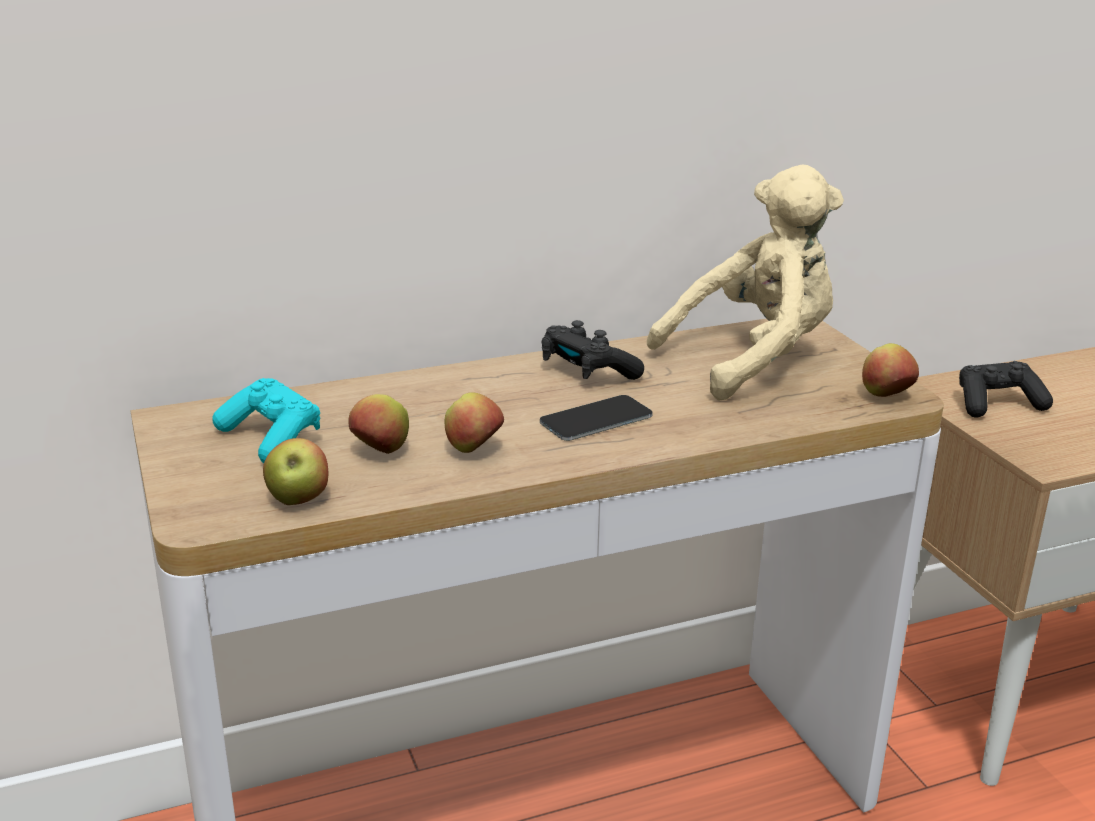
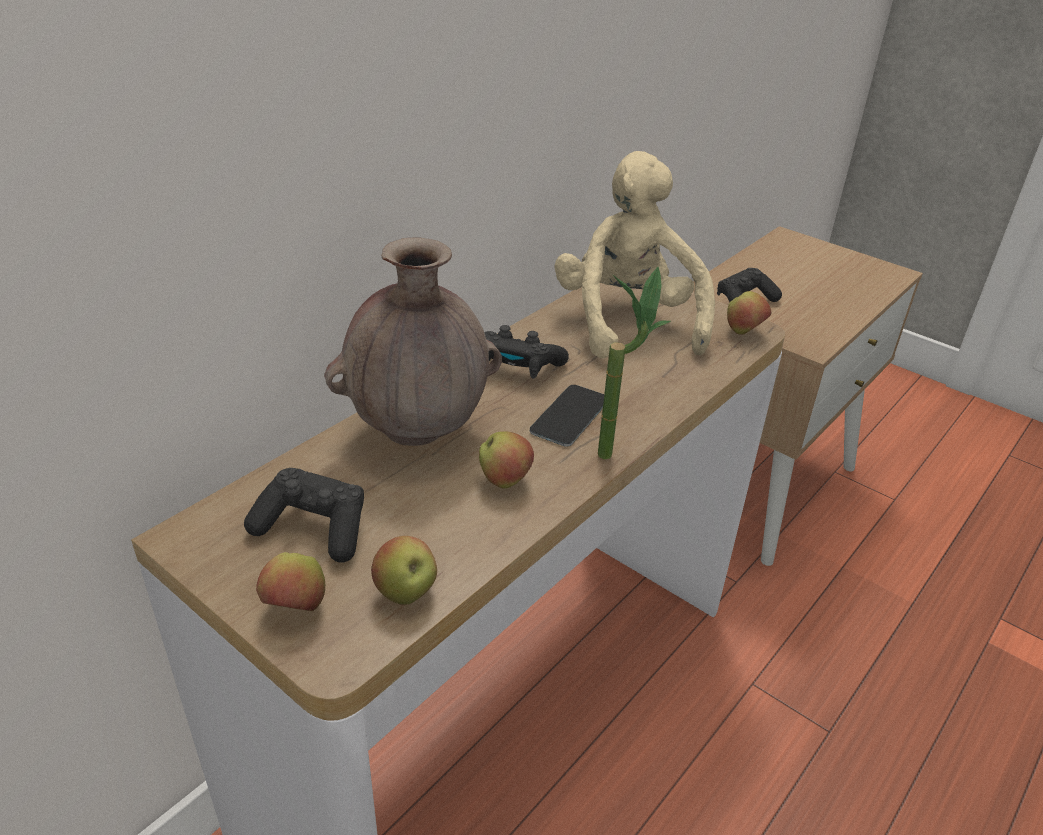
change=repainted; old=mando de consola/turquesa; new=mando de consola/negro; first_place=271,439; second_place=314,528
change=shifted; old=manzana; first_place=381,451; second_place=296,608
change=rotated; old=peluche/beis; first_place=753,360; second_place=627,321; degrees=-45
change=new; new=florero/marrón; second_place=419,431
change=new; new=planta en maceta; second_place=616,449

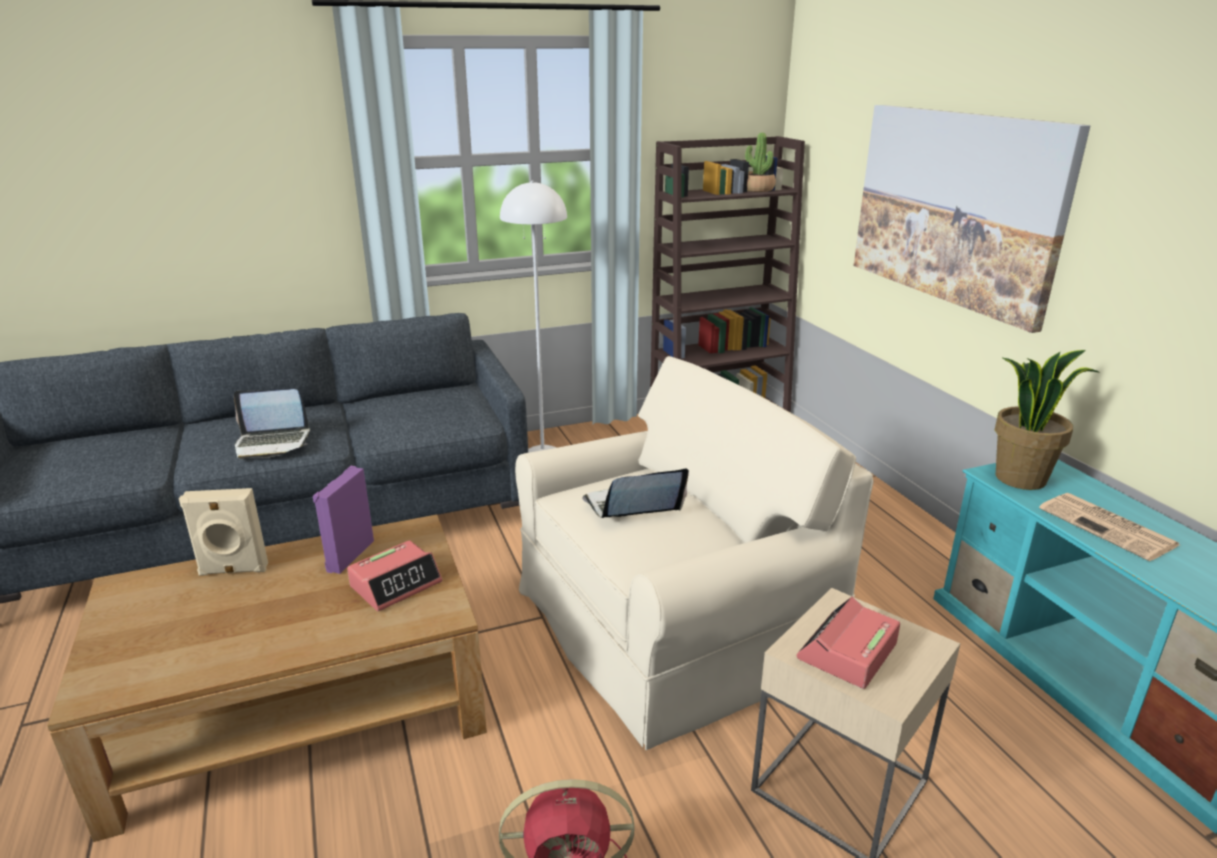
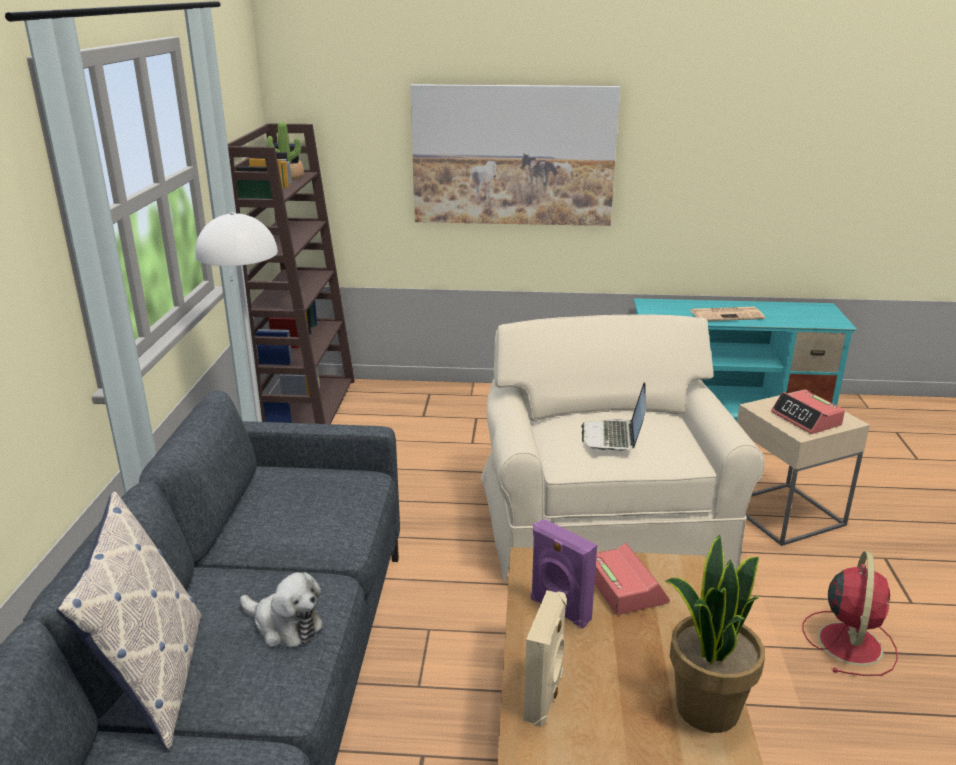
change=swapped; old=portátil; new=peluche; first_place=272,443; second_place=284,625
change=shifted; old=planta en maceta; first_place=1020,478; second_place=706,708
change=new; new=cojín; second_place=155,680

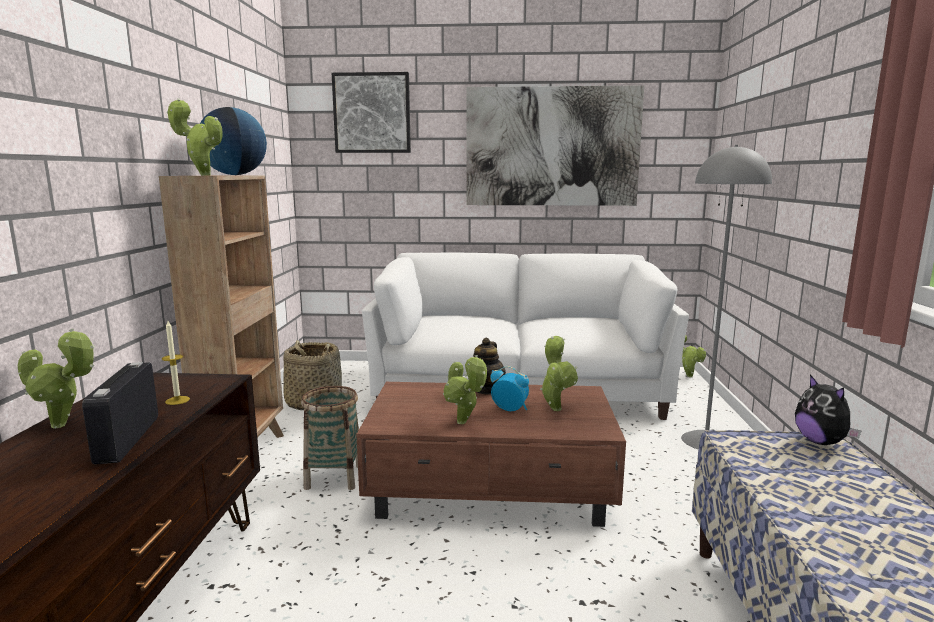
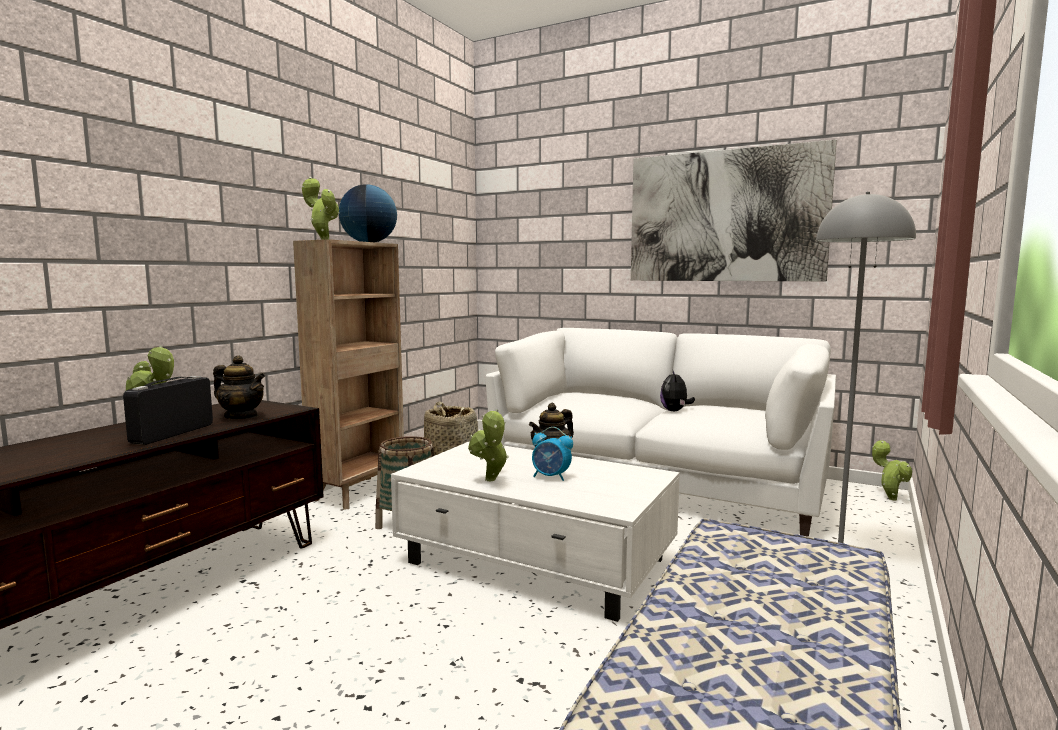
change=swapped; old=vela; new=tetera; first_place=177,400; second_place=241,417
change=gone; old=cuadro; first_place=372,113
change=repainted; old=mesa de centro/marrón; new=mesa de centro/blanco; first_place=492,488; second_place=537,562
change=rotated; old=despertador; first_place=510,409; second_place=551,477; degrees=150
change=gone; old=planta en maceta; first_place=555,408
change=shifted; old=peluche; first_place=821,442; second_place=675,411

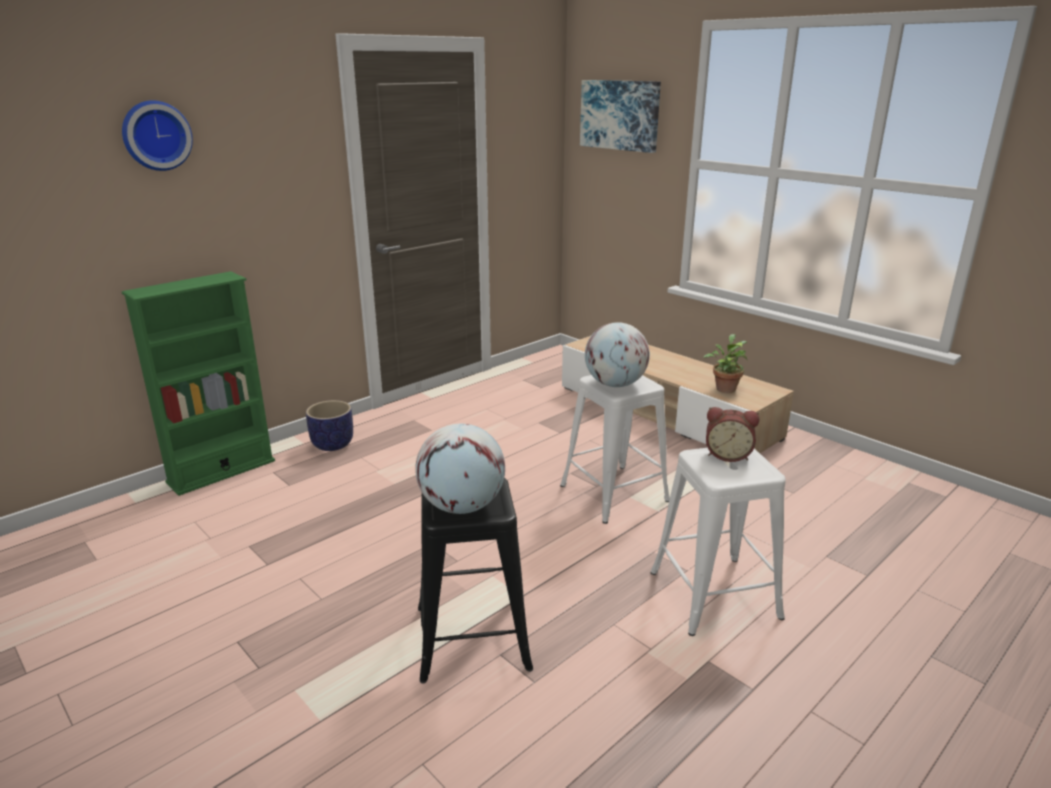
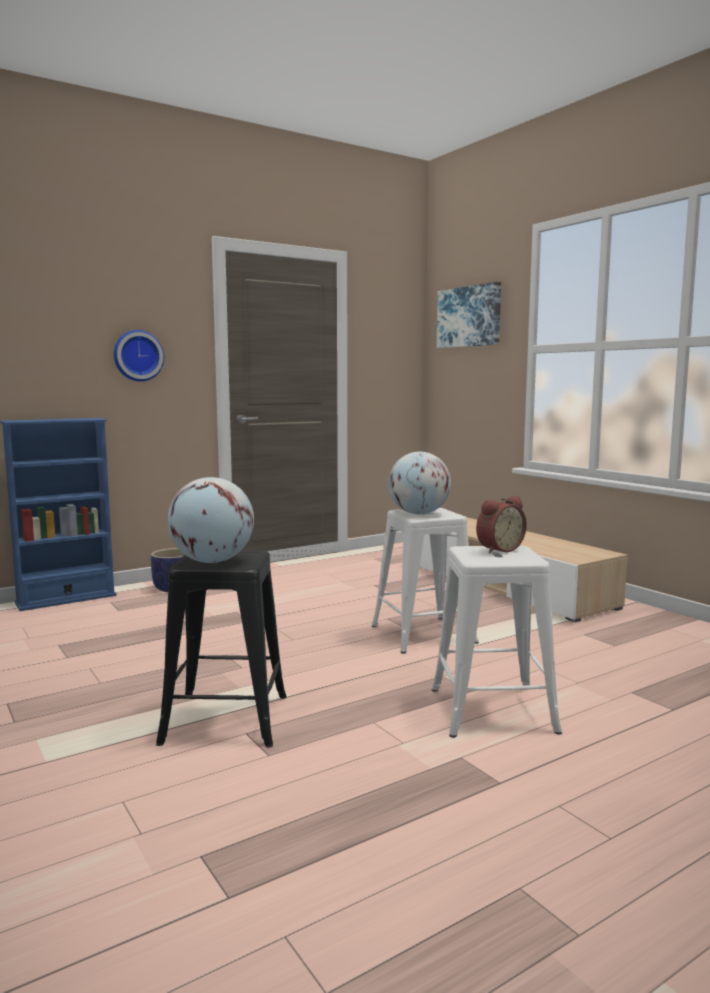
change=shifted; old=reloj de pared; first_place=156,135; second_place=137,356
change=repainted; old=estantería/verde; new=estantería/azul; first_place=221,471; second_place=66,599
change=gone; old=planta en maceta; first_place=725,388
change=rotated; old=despertador; first_place=728,455; second_place=498,549; degrees=-60

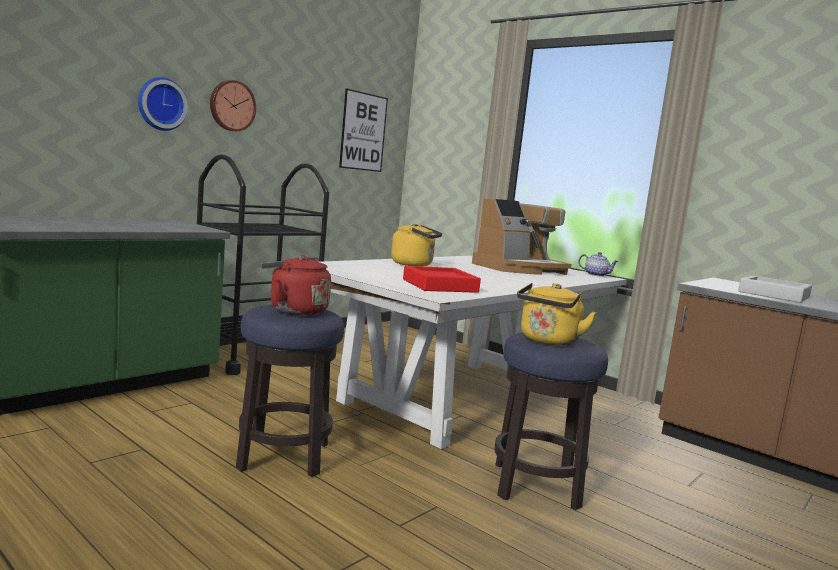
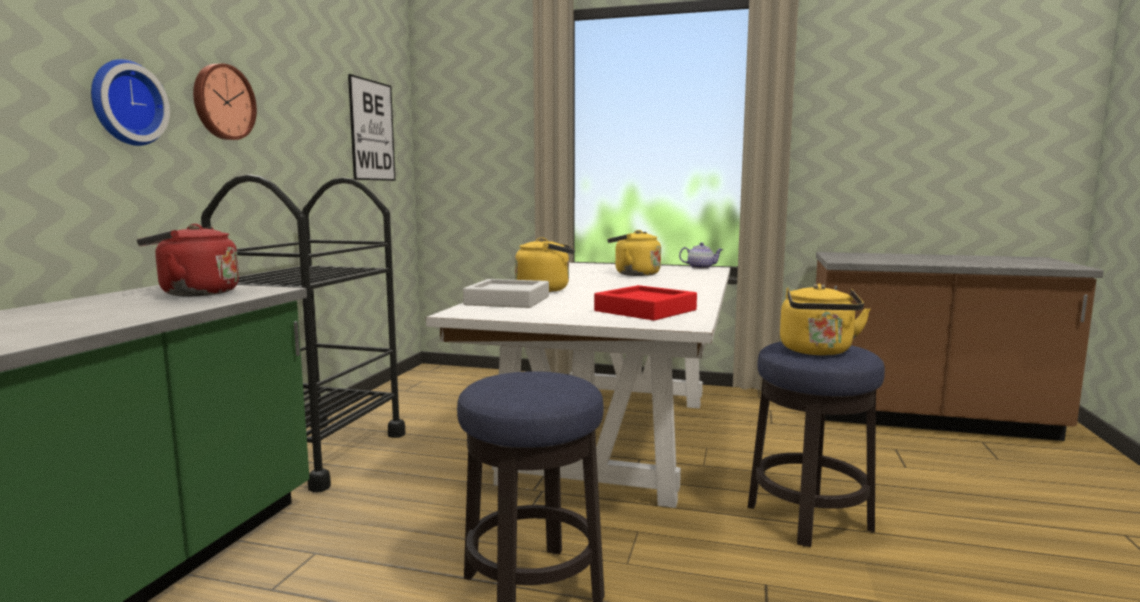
change=shifted; old=hervidor/rojo; first_place=295,310; second_place=194,293
change=swapped; old=cafetera; new=hervidor/amarillo; first_place=519,269; second_place=634,274
change=shifted; old=bandeja/gris; first_place=773,295; second_place=507,301

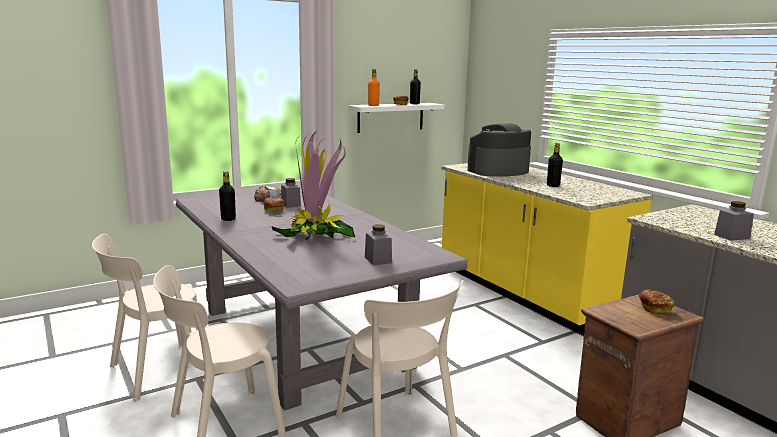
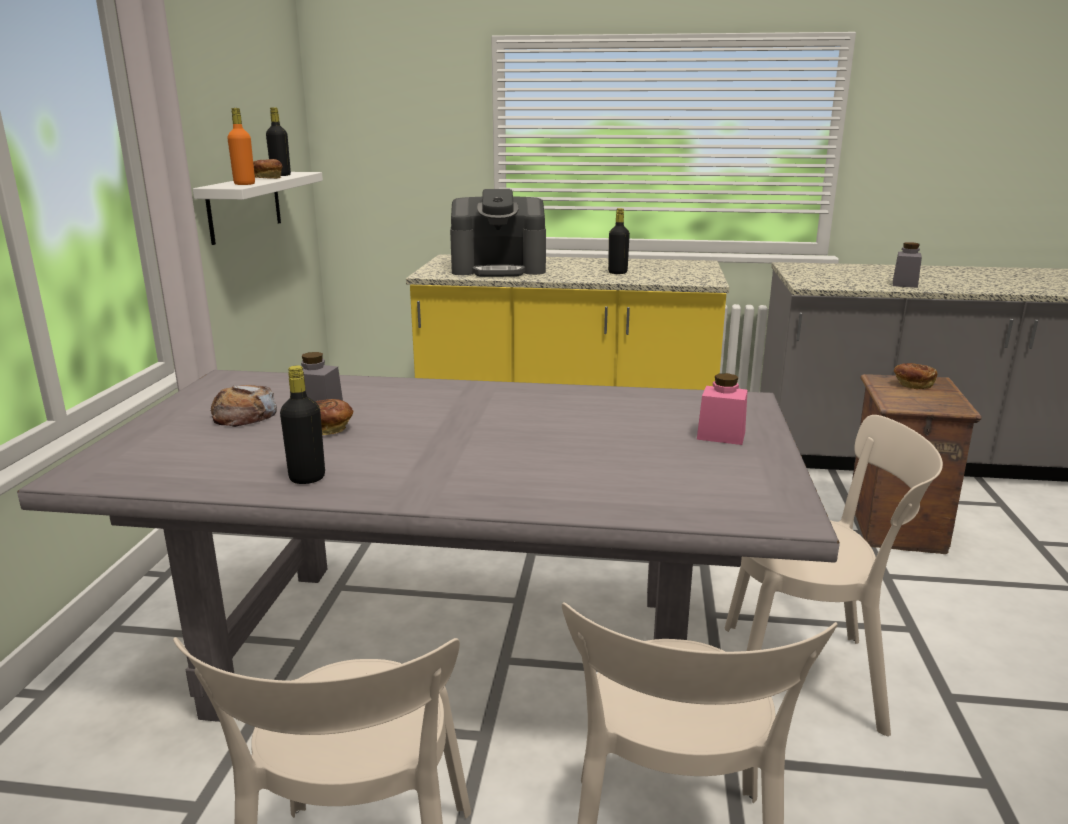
change=gone; old=planta en maceta; first_place=314,235
change=repainted; old=tarro/gris; new=tarro/rosa; first_place=378,260; second_place=721,435
change=rotated; old=cafetera; first_place=498,171; second_place=499,269; degrees=-105

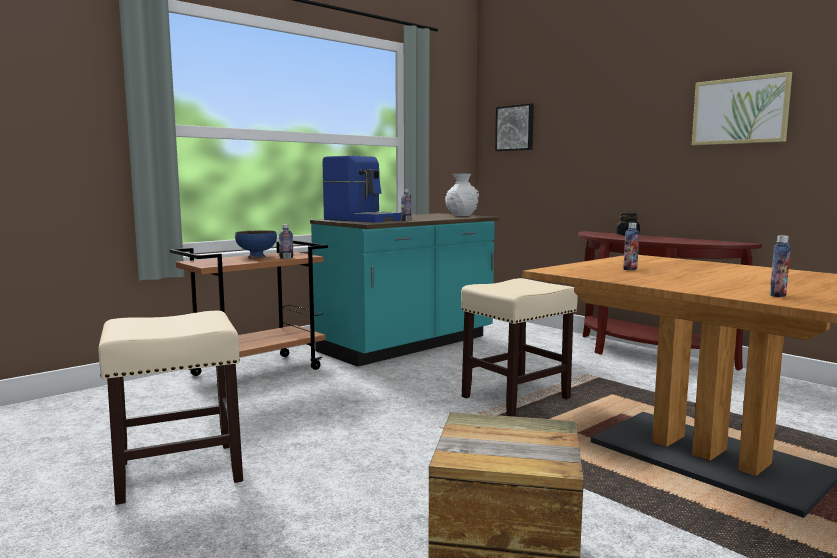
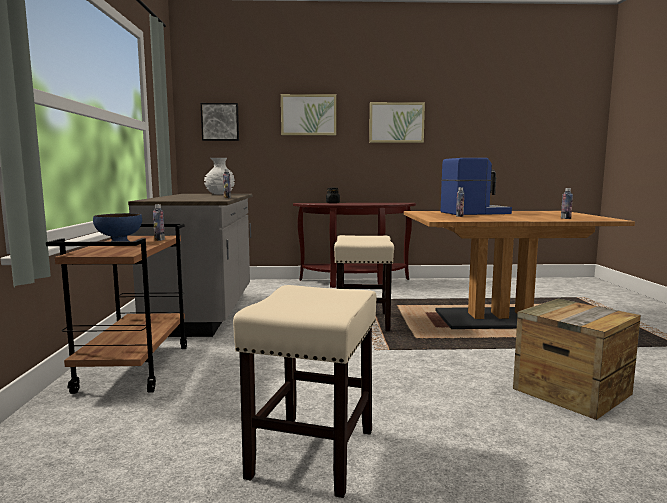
change=repainted; old=mueble bajo de cocina/turquesa; new=mueble bajo de cocina/gris; first_place=408,344; second_place=205,312
change=shifted; old=cafetera; first_place=362,220; second_place=473,213
change=new; new=cuadro; second_place=308,115

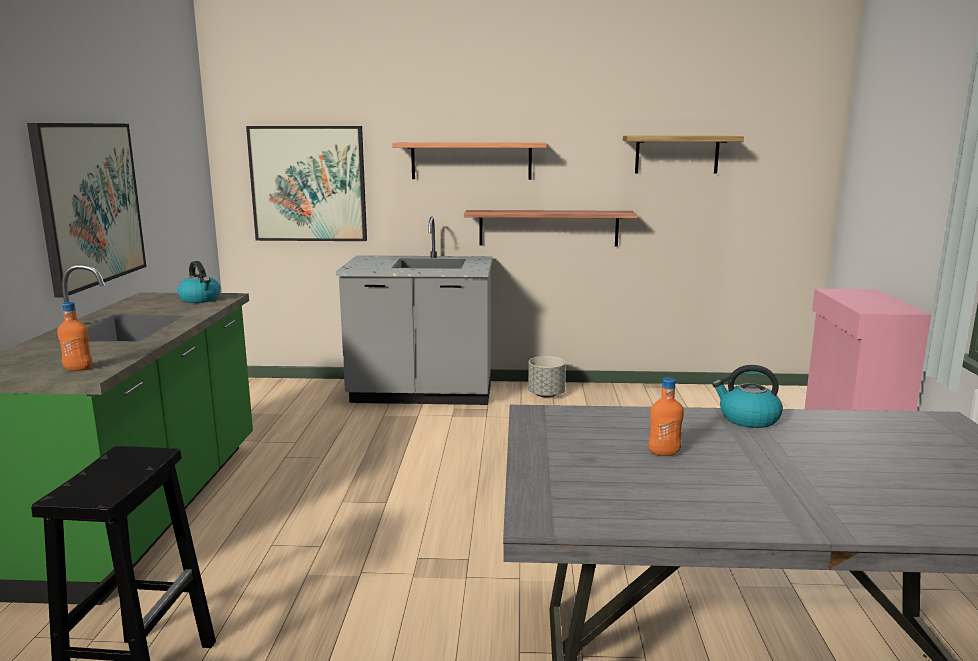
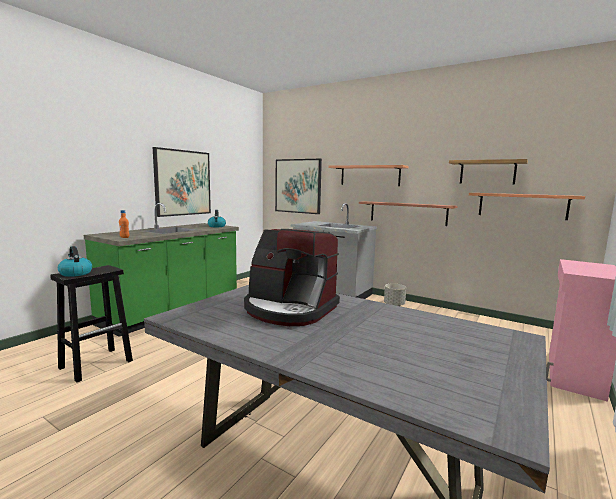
change=swapped; old=botella/naranja; new=cafetera; first_place=664,453; second_place=289,309
change=shifted; old=hervidor; first_place=748,419; second_place=75,273
change=new; new=estante; second_place=522,205

